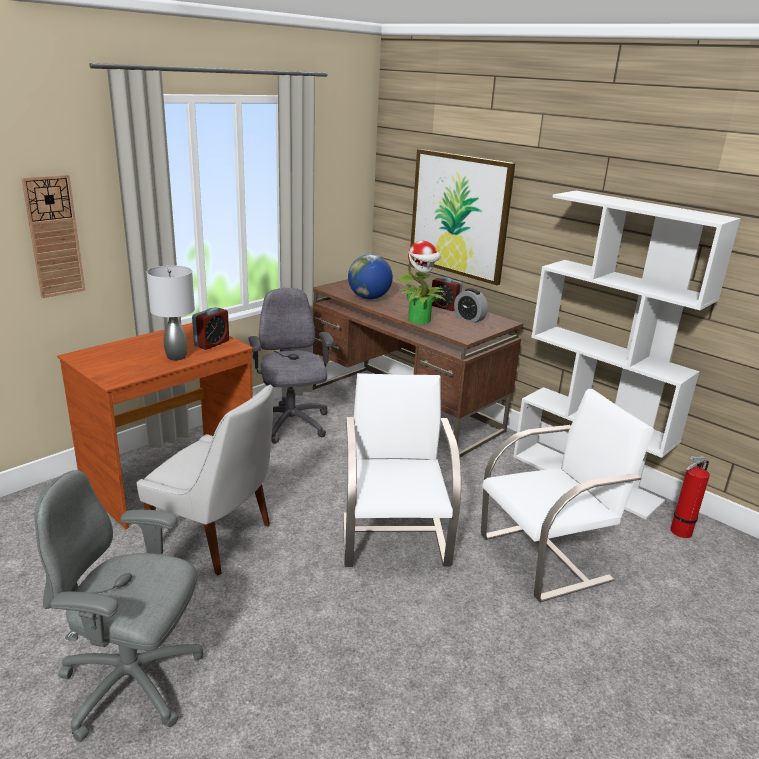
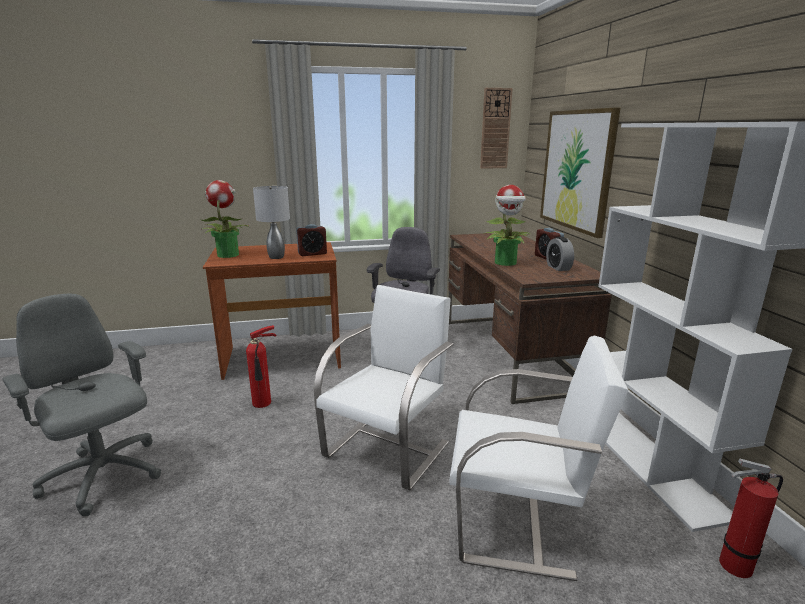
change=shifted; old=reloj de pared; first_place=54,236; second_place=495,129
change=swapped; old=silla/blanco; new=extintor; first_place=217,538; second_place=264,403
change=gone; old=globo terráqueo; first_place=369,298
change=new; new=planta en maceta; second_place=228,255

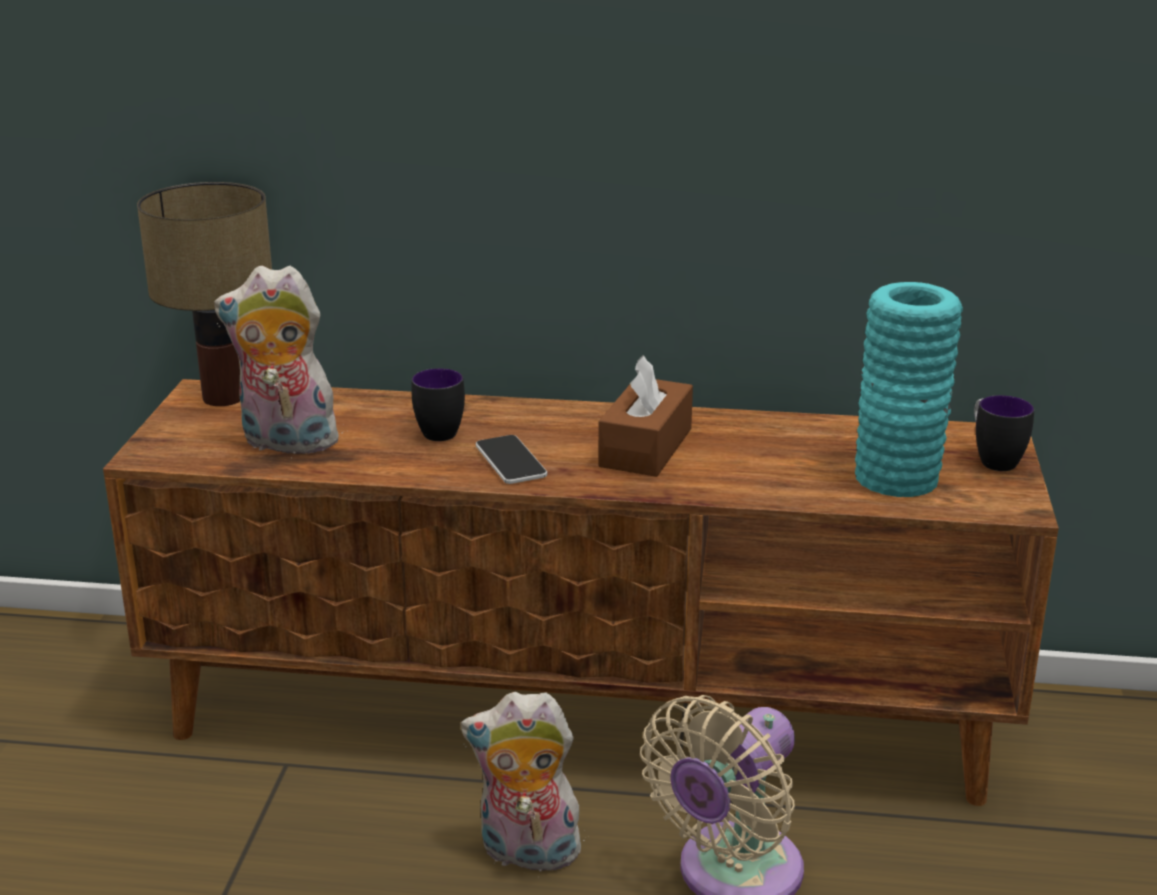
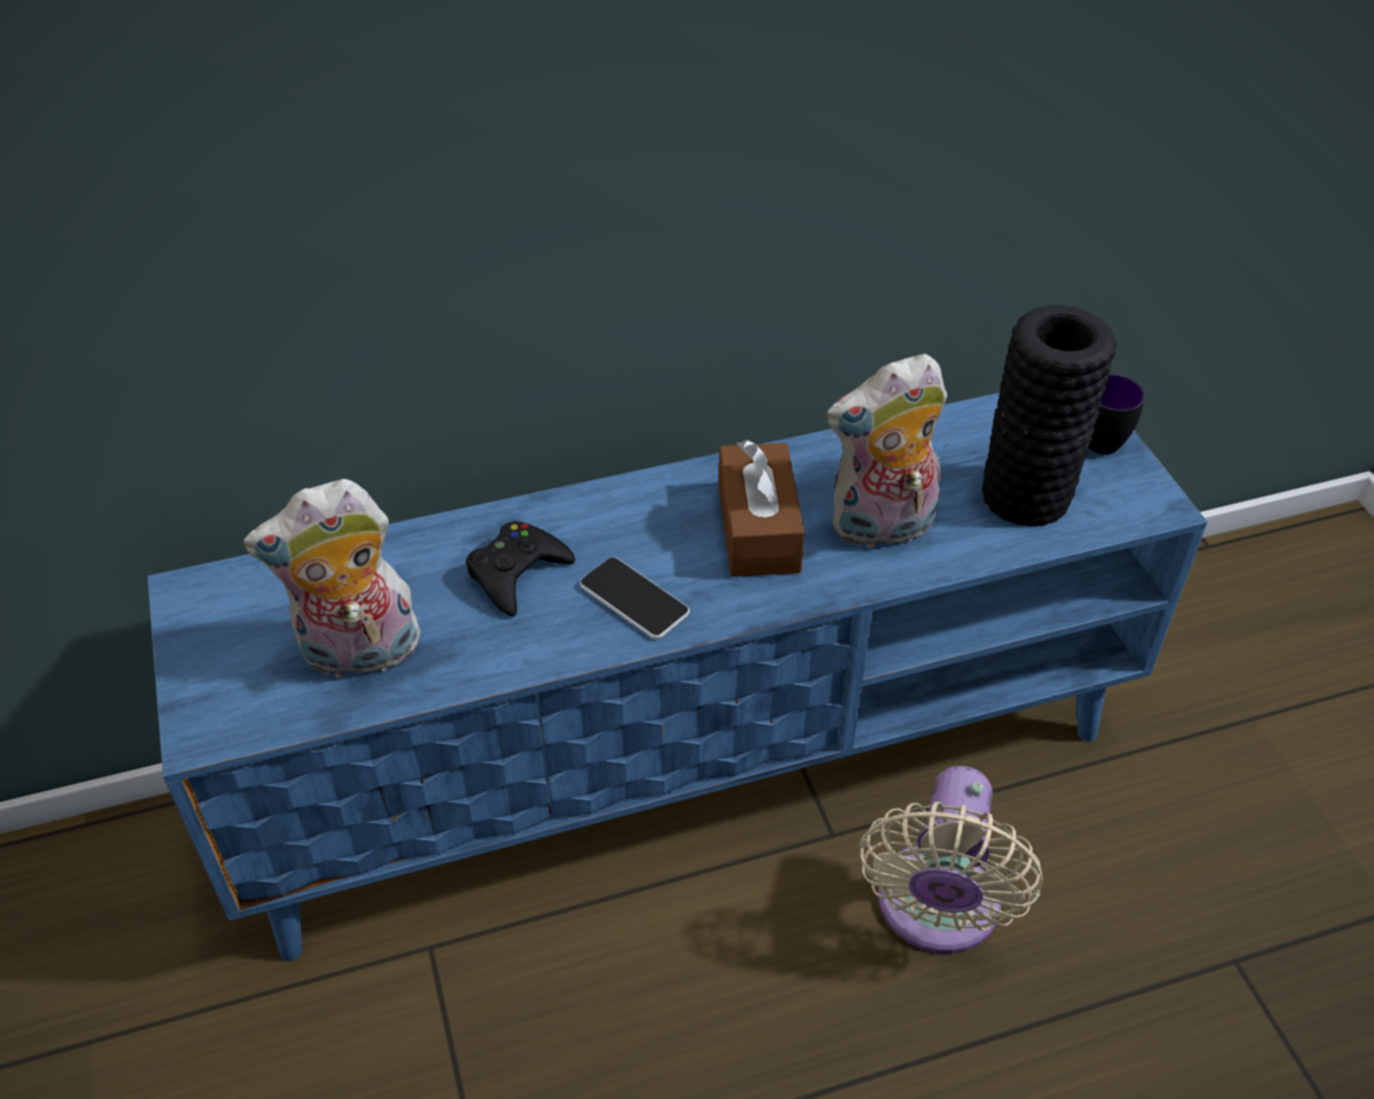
change=repainted; old=mueble de televisión/marrón; new=mueble de televisión/azul; first_place=582,714; second_place=689,764
change=gone; old=lámpara de mesa; first_place=221,397
change=swapped; old=taza grande; new=mando de consola/negro; first_place=435,430; second_place=517,573
change=shifted; old=peluche; first_place=526,854; second_place=881,528
change=repainted; old=florero/turquesa; new=florero/negro; first_place=897,478; second_place=1026,496

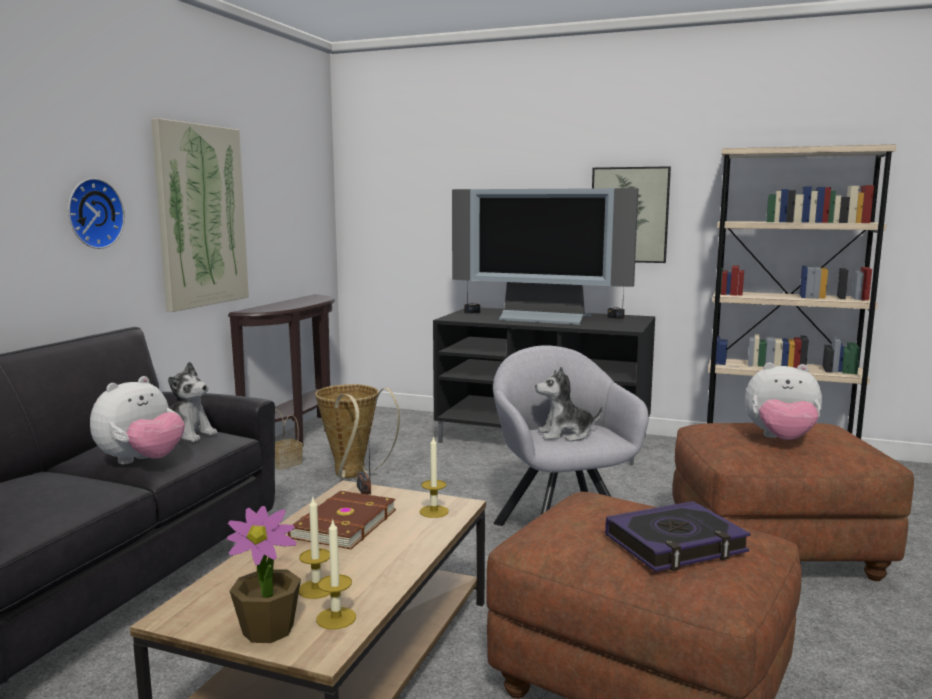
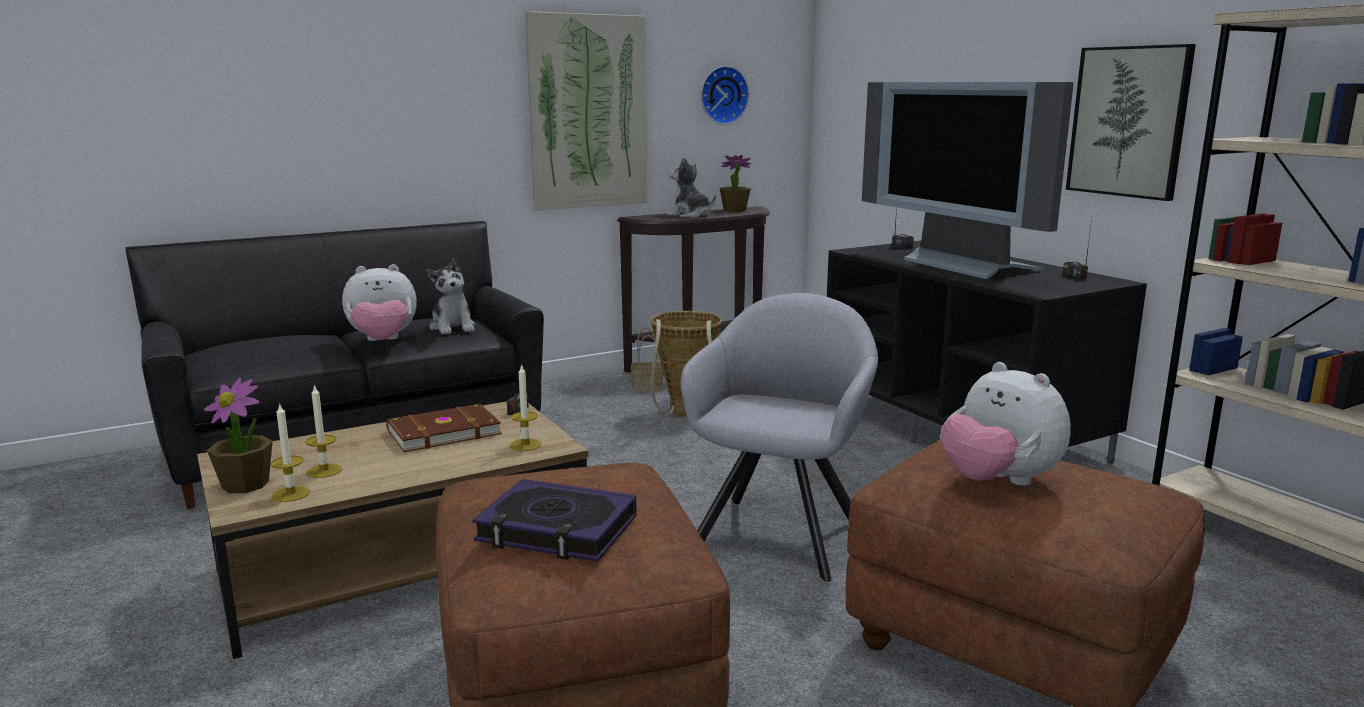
change=shifted; old=reloj de pared; first_place=92,213; second_place=722,95
change=shifted; old=peluche; first_place=565,435; second_place=690,215
change=new; new=planta en maceta; second_place=734,210

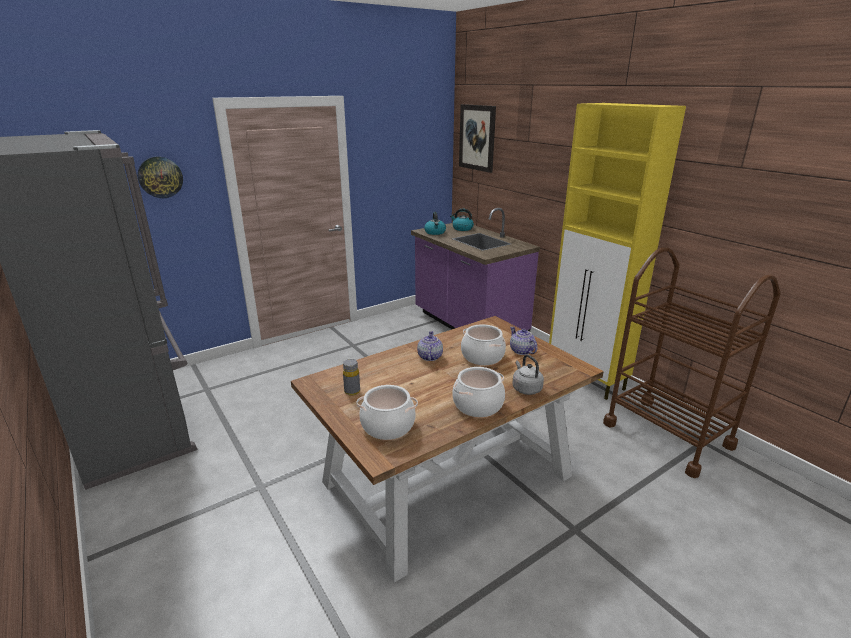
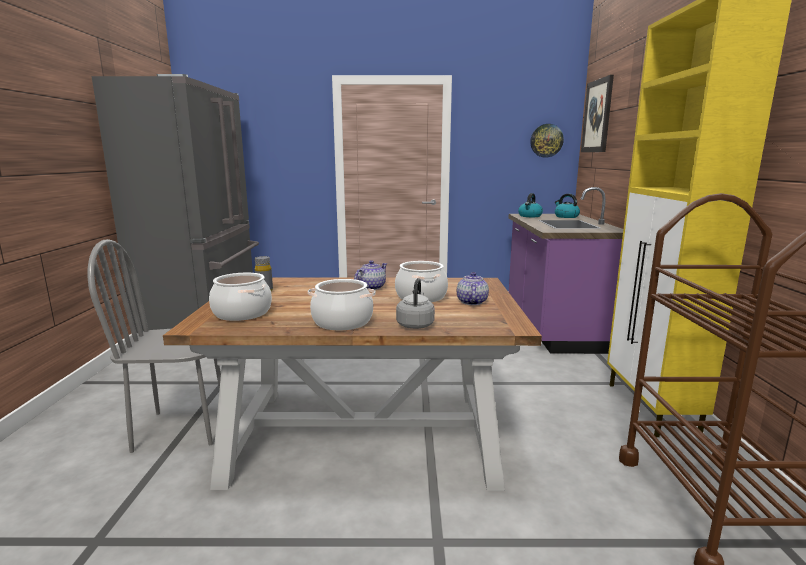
change=shifted; old=reloj de pared; first_place=160,177; second_place=546,140
change=new; new=silla/gris; second_place=182,428

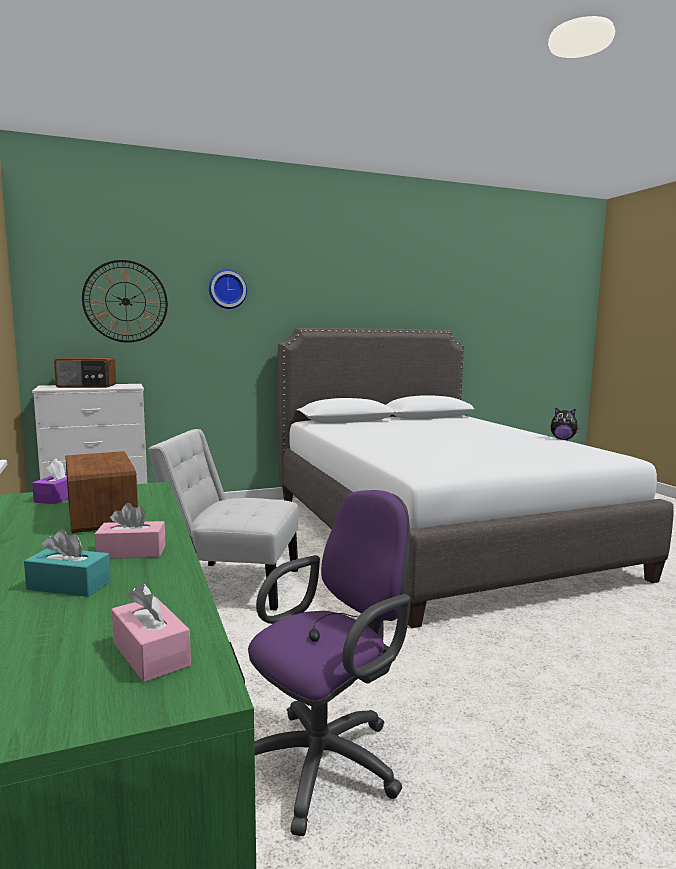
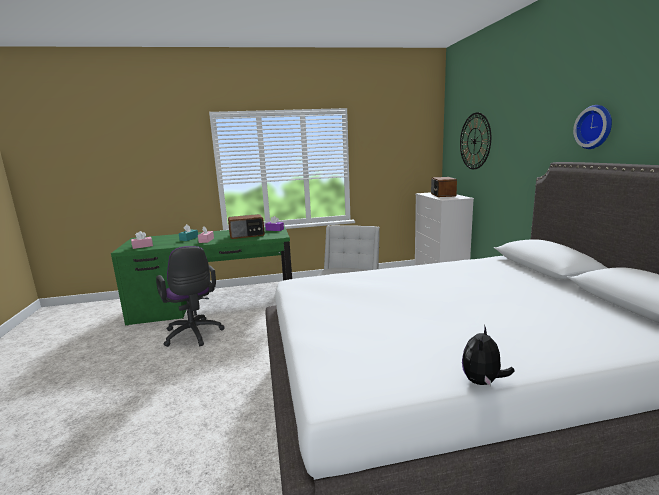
change=shifted; old=reloj de pared; first_place=227,289; second_place=595,127

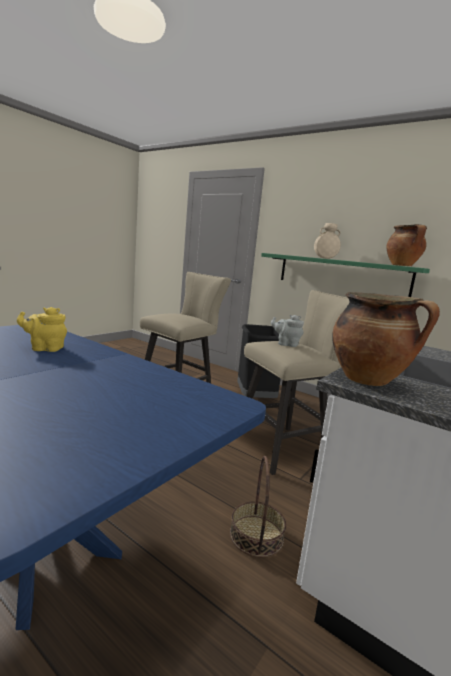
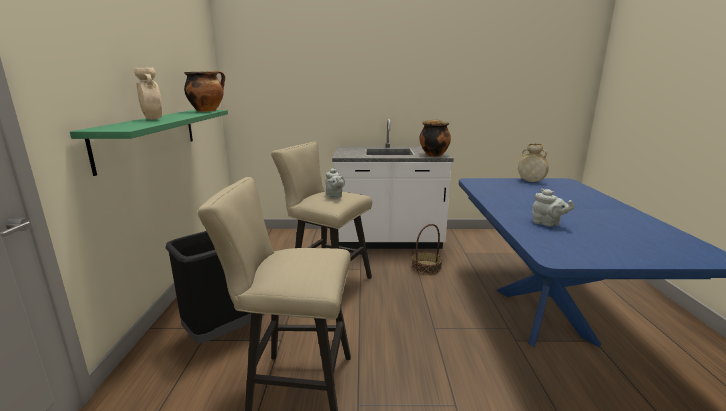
change=repainted; old=tetera/amarillo; new=tetera/gris; first_place=45,348; second_place=547,224
change=new; new=florero/beis; second_place=531,181

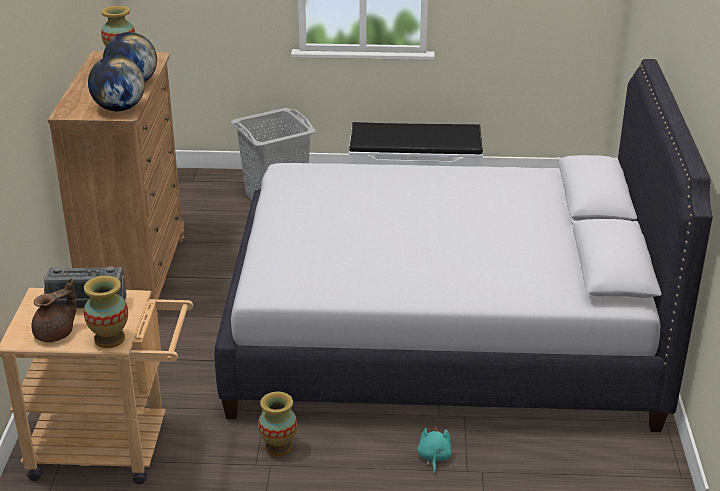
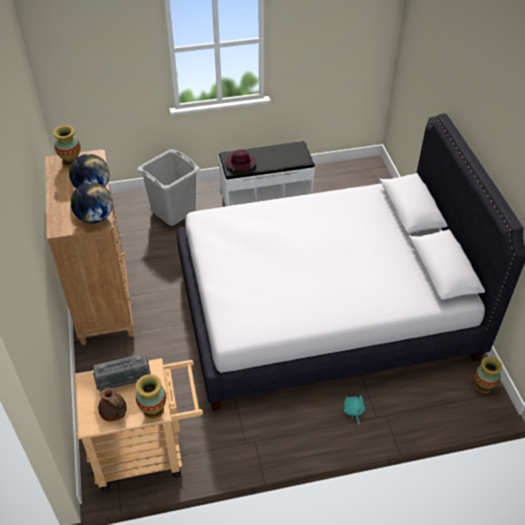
change=rotated; old=tetera/marrón; first_place=56,333; second_place=114,413; degrees=105
change=shifted; old=florero; first_place=278,447; second_place=483,386
change=new; new=sombrero/morado; second_place=240,164

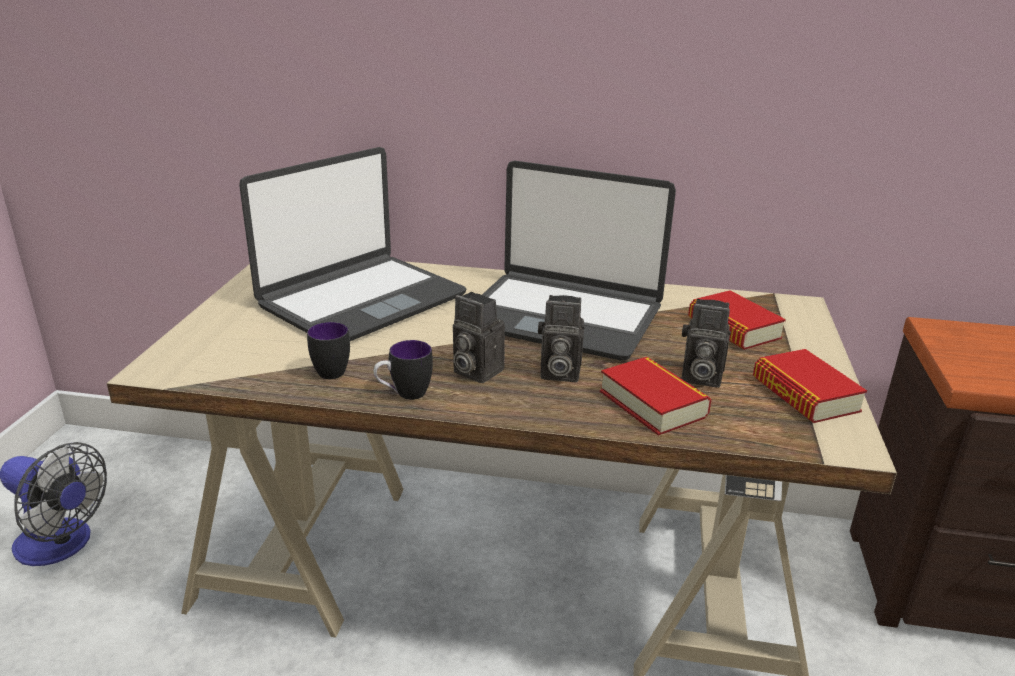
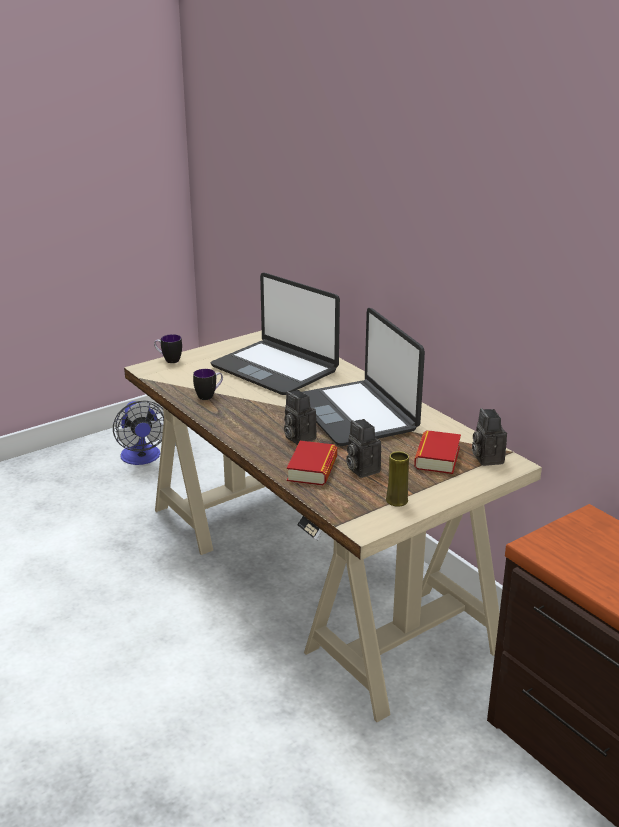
change=rotated; old=portátil; first_place=361,300; second_place=275,368; degrees=45
change=shifted; old=taza grande; first_place=404,395; second_place=168,360
change=shifted; old=cámara; first_place=474,371; second_place=486,458
change=swapped; old=libro; new=florero/amarillo; first_place=805,395; second_place=397,500

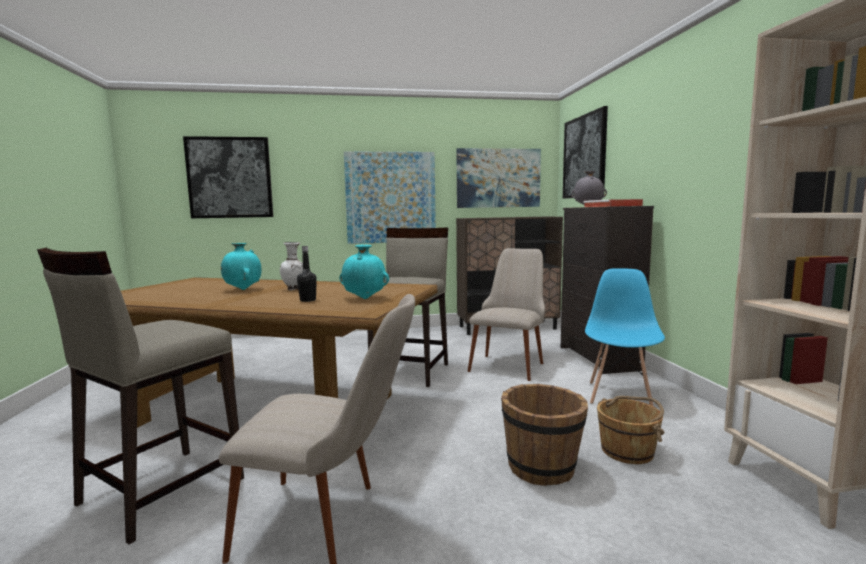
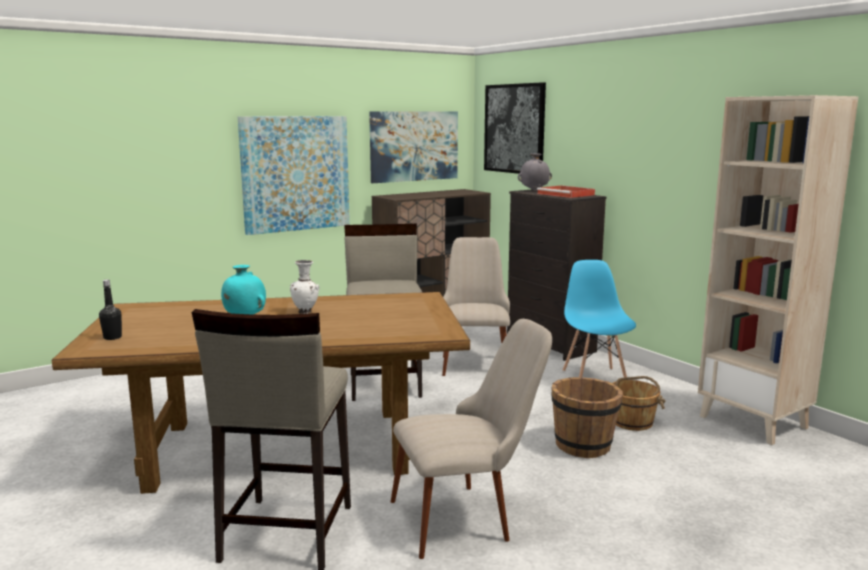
change=gone; old=cuadro; first_place=230,178
change=shifted; old=botella/negro; first_place=308,300; second_place=112,337
change=gone; old=florero/turquesa; first_place=365,298

